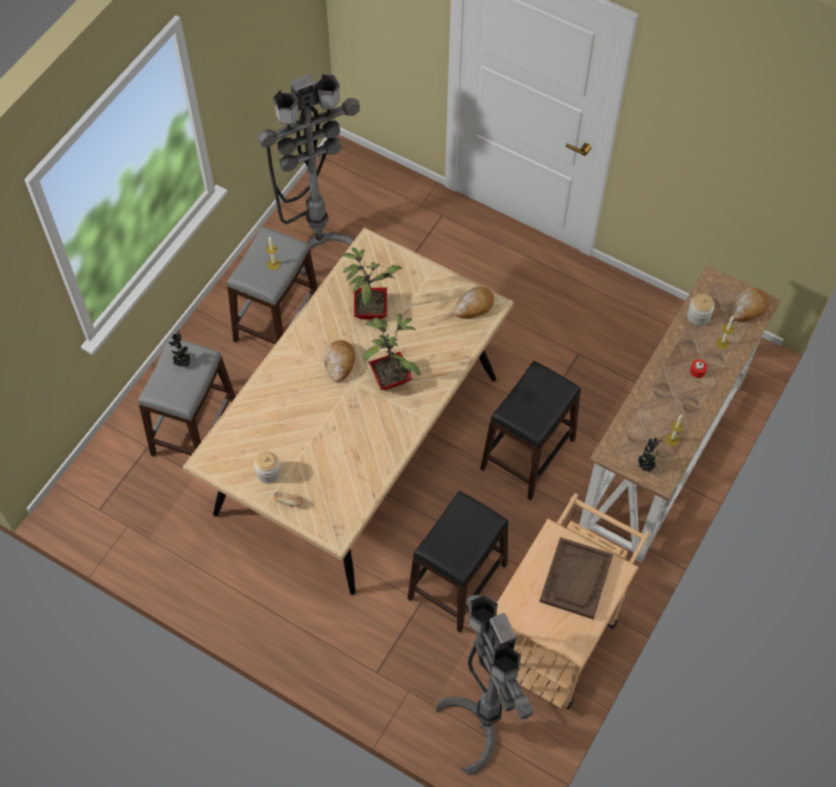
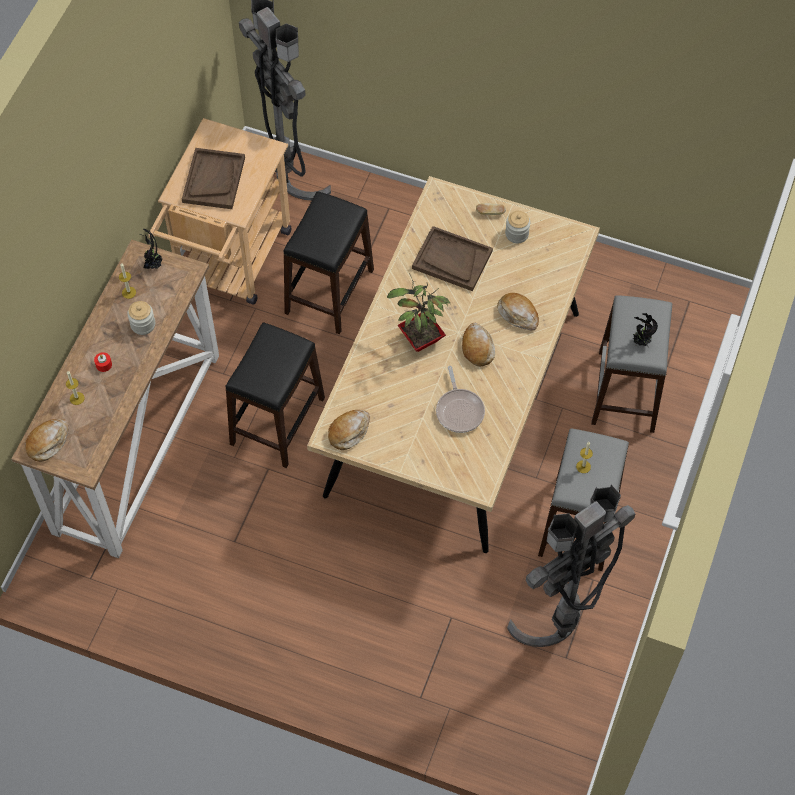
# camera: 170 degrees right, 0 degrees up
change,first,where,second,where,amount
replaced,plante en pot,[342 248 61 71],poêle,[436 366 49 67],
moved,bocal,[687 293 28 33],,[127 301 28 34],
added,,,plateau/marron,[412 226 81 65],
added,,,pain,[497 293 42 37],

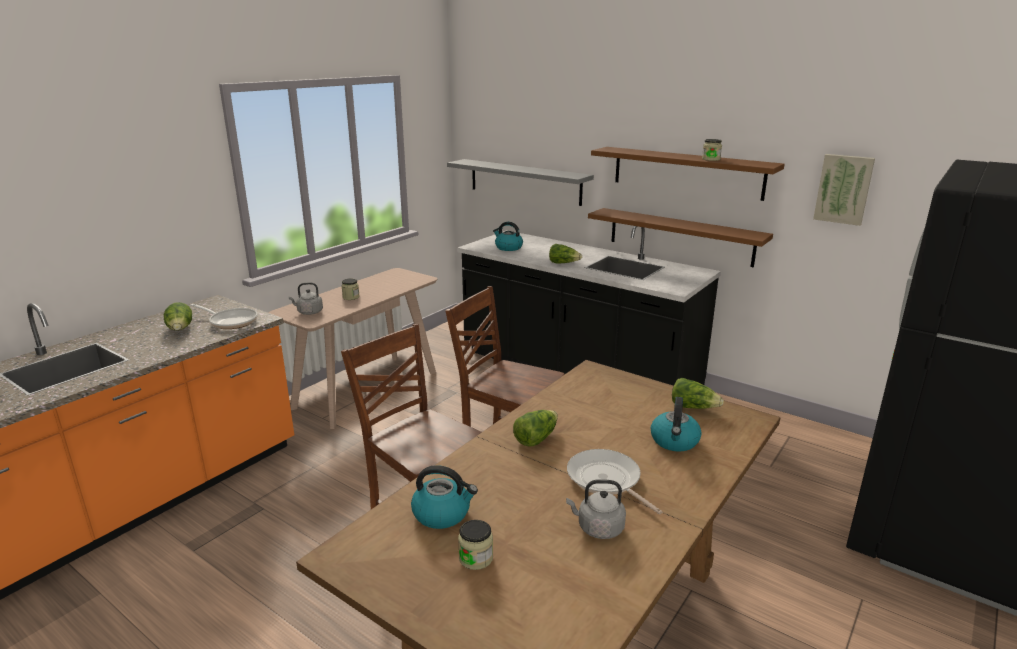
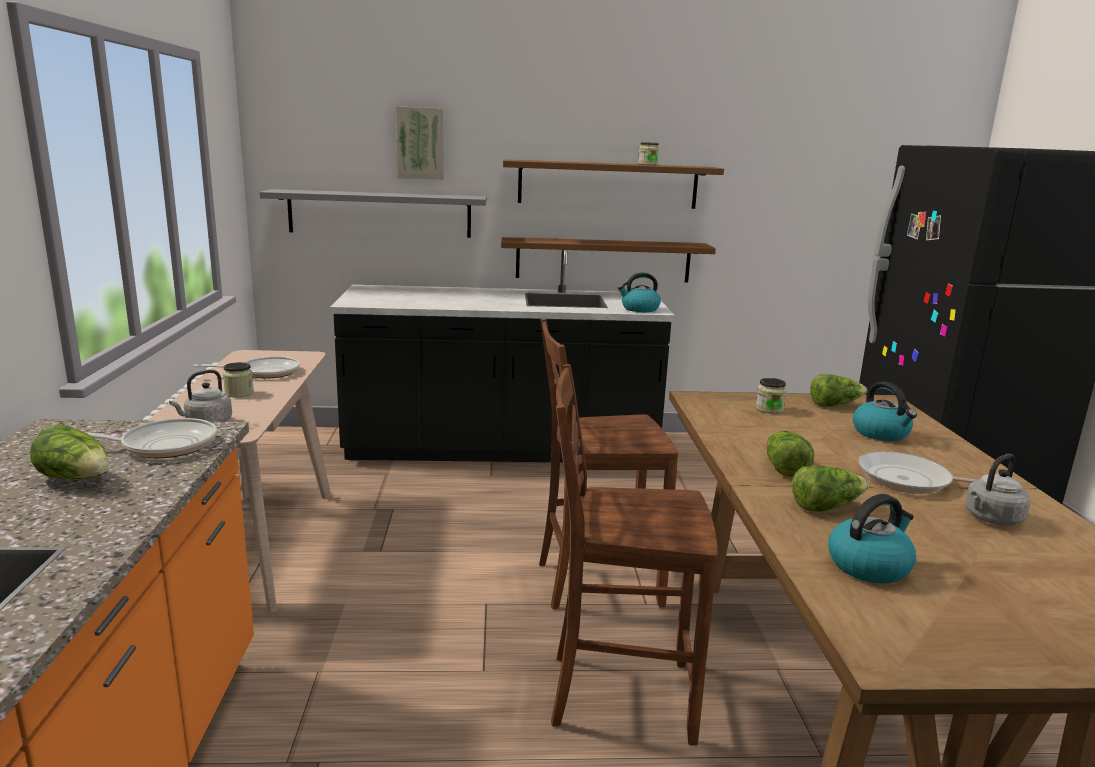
# camera: 40 degrees left, 5 degrees down
change,first,where,second,where,amount
moved,tableau,[813 154 62 72],,[396 106 48 74],
moved,bouilloire,[493 222 30 29],,[618 272 43 40],
moved,laitue,[549 244 33 20],,[792 466 77 45],
moved,bocal,[458 520 35 50],,[755 378 32 36],
added,,,poêle,[194 356 106 23],

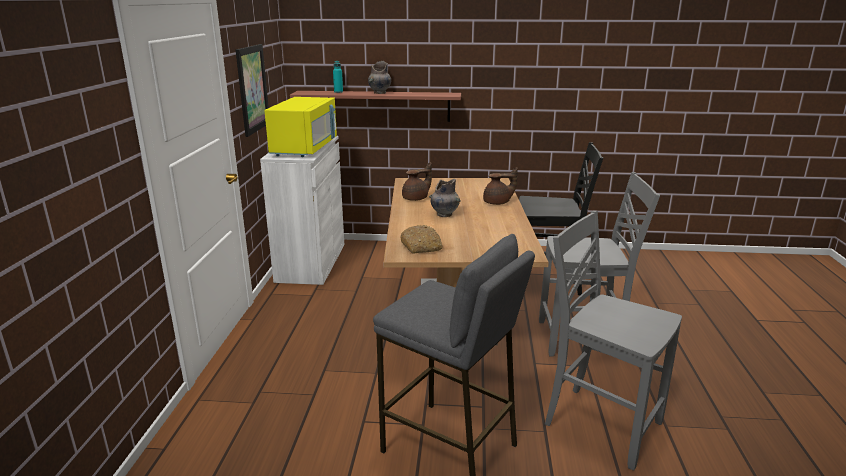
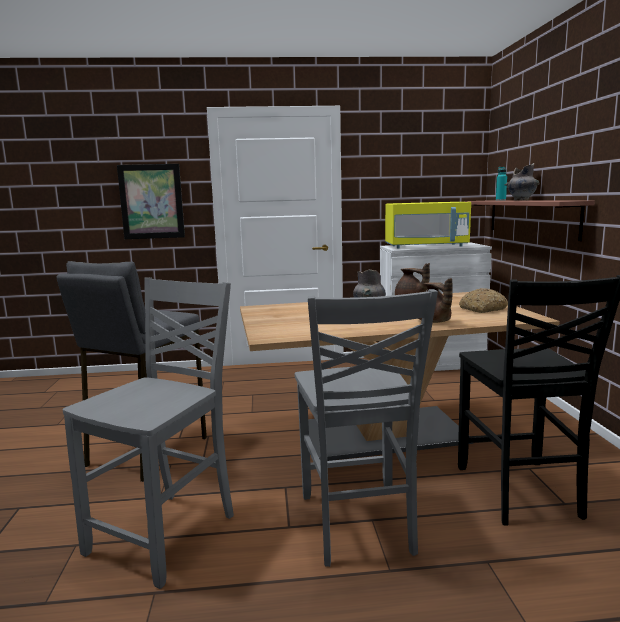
# camera: 80 degrees right, 10 degrees down
change,first,where,second,where,amount
moved,tableau,[236 44 33 93],,[117 164 68 75],
moved,pain,[400 225 42 28],,[459 288 49 25],

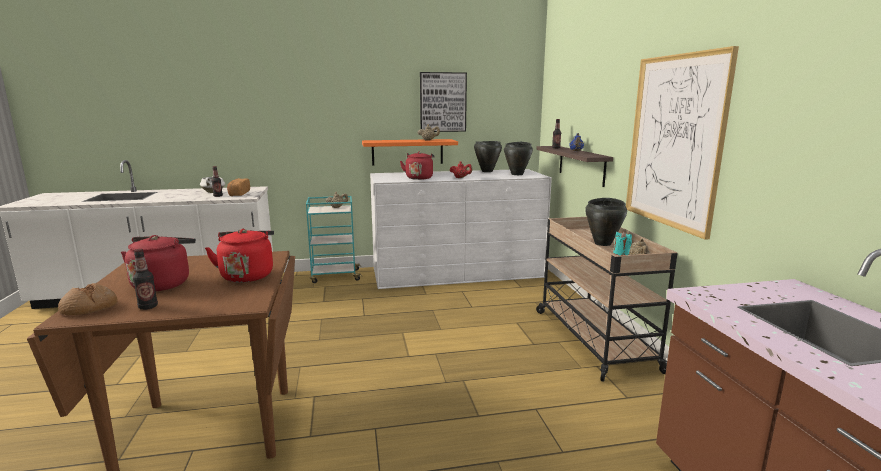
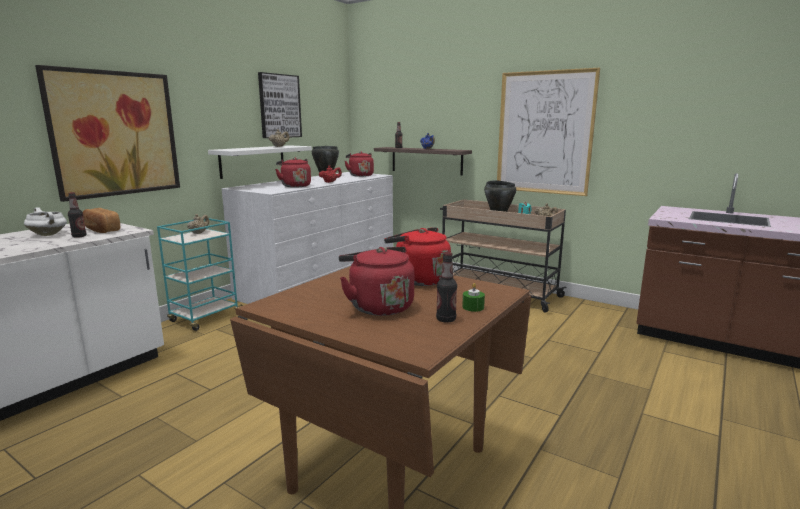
# camera: 45 degrees left, 0 degrees up
change,first,where,second,where,amount
recoloured,étagère/orange,[362 139 96 26],étagère/blanc,[208 145 104 34],
replaced,marmite/noir,[504 142 29 33],bouilloire/rouge,[345 152 29 25],
removed,pain,[58 283 59 32],,,
added,,,tableau,[35 65 145 137],
added,,,bougie/vert,[462 283 23 29],

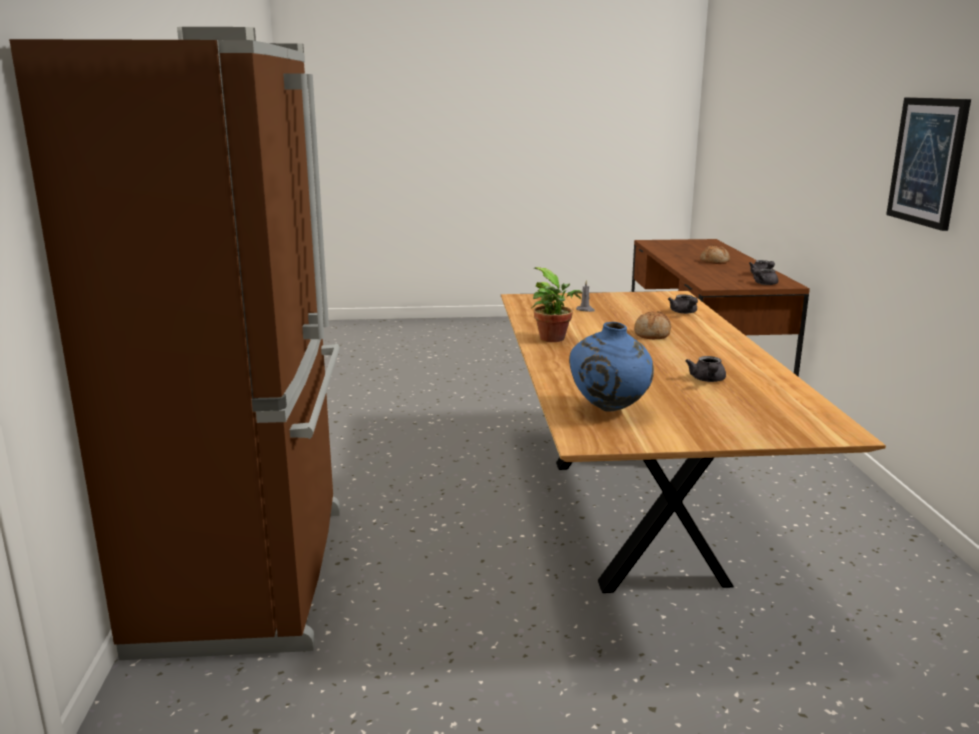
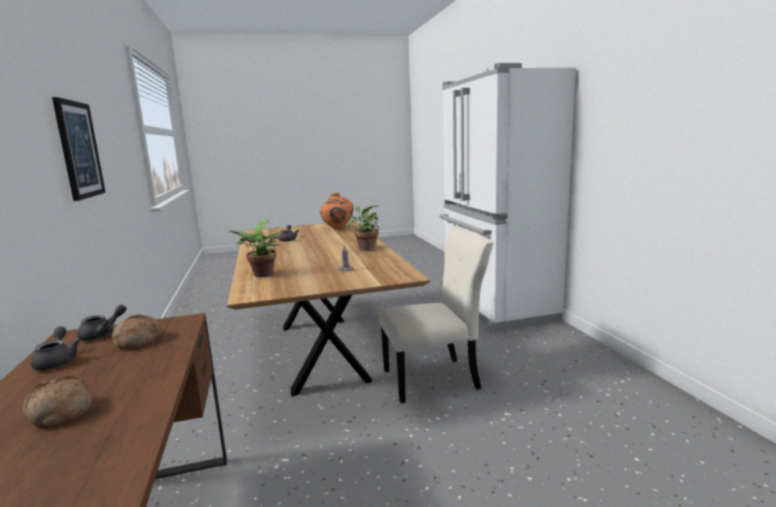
# camera: 170 degrees right, 5 degrees down
change,first,where,second,where,amount
recoloured,réfrigérateur/marron,[9 27 331 633],réfrigérateur/blanc,[440 63 136 269],
replaced,théière/gris,[668 294 30 20],plante en pot,[229 220 51 57],
moved,pain,[634 311 37 28],,[112 315 50 34],
recoloured,vase/bleu,[569 322 85 90],vase/orange,[320 193 33 36],
added,,,chaise/beige,[379 226 115 177],

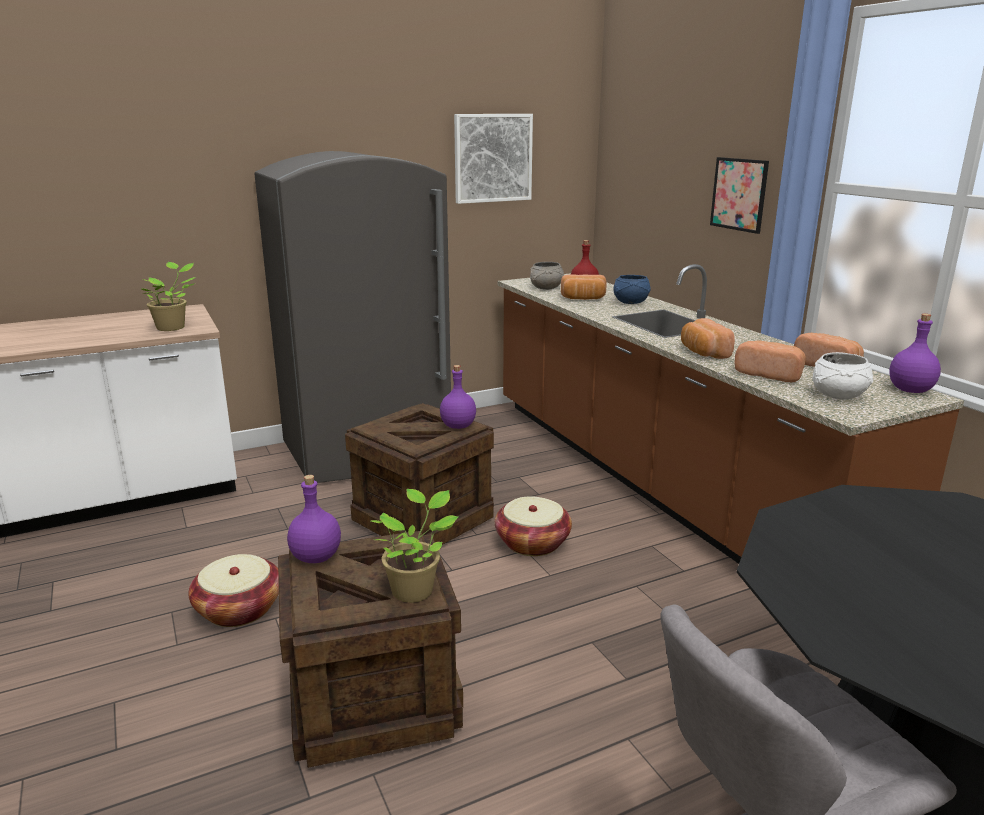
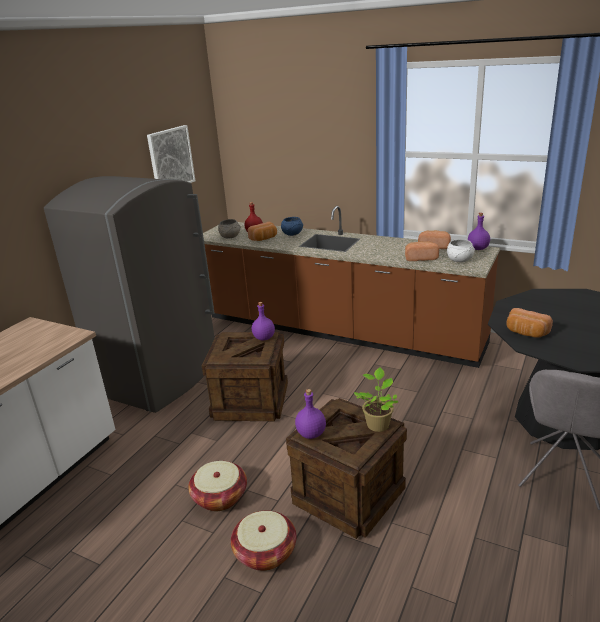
# camera: 35 degrees left, 5 degrees up
change,first,where,second,where,amount
removed,tableau,[710 157 59 77],,,
removed,plante en pot,[141 262 55 69],,,
moved,pain,[681 318 54 41],,[506 308 47 30],
moved,panier,[495 497 77 59],,[231 510 66 61],

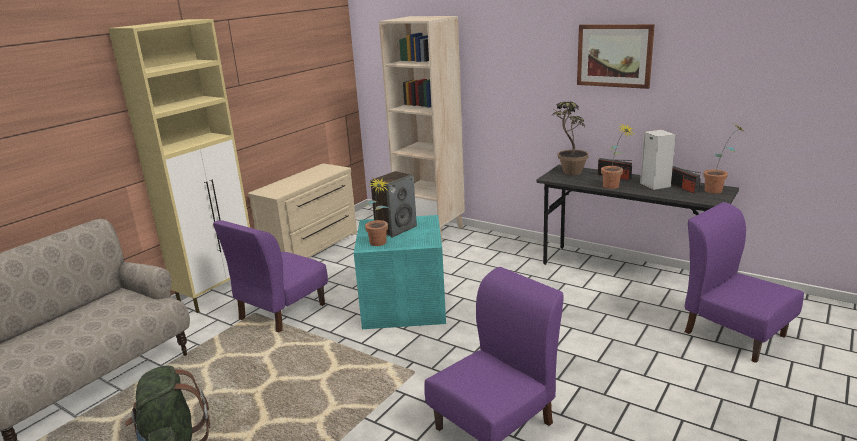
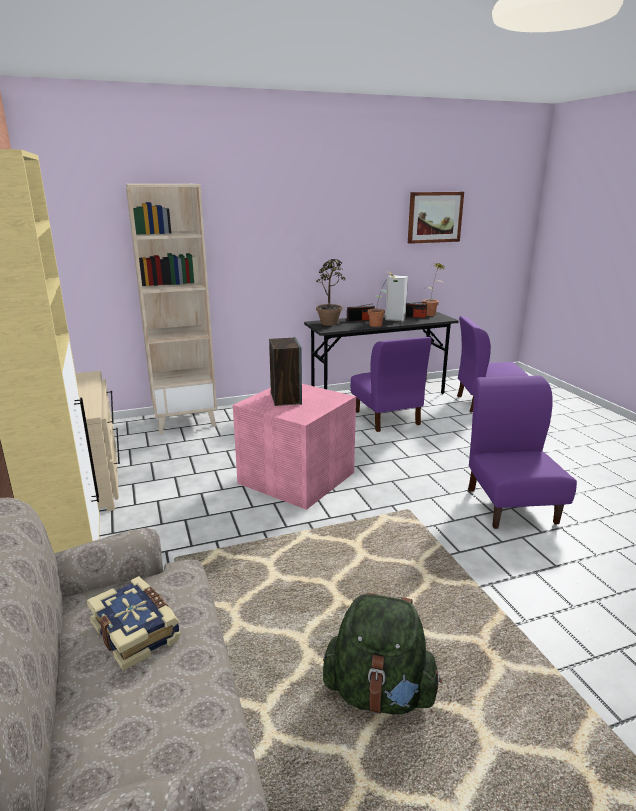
# camera: 55 degrees left, 0 degrees up
change,first,where,second,where,amount
moved,tableau,[577 24 78 65],,[408 192 56 52],
removed,plante en pot,[365 178 24 68],,,
recoloured,boîte de rangement/turquoise,[354 215 92 114],boîte de rangement/rose,[233 384 123 126],
moved,chaise/violet,[213 220 115 113],,[350 337 81 95],
added,,,livre,[87 576 94 95],

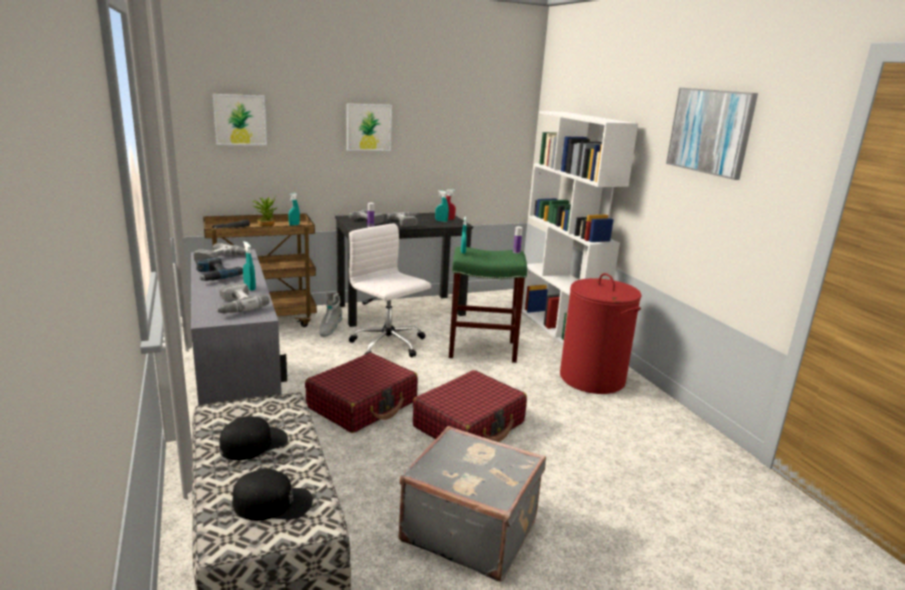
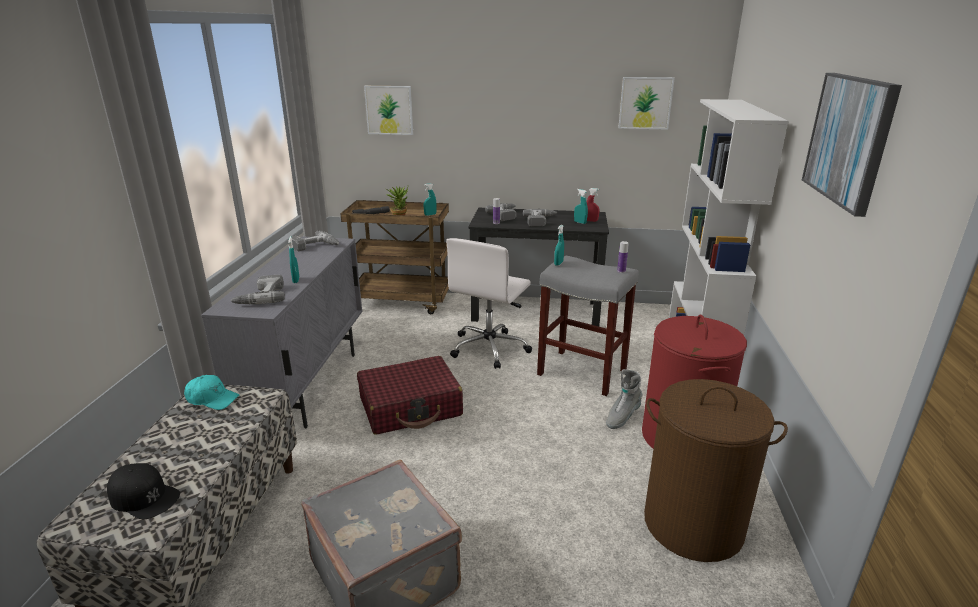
# camera: 30 degrees right, 5 degrees up
change,first,where,second,where,amount
moved,tableau,[347 103 45 48],,[618 77 57 53],
turned,chaise de bureau/blanc,[349 223 82 134],,[446 238 86 131],135 degrees counterclockwise
recoloured,tabouret/vert,[449 247 78 116],tabouret/gris,[537 256 102 140],
removed,perceuse,[196 257 47 24],,,
moved,botte/gris,[319 291 24 46],,[606 369 37 60],
removed,valise/rouge,[413 370 114 72],,,
removed,casquette/noir,[219 416 69 44],,,
added,,,casquette/turquoise,[184 375 55 35],
added,,,panier à linge/marron,[644 379 144 183],

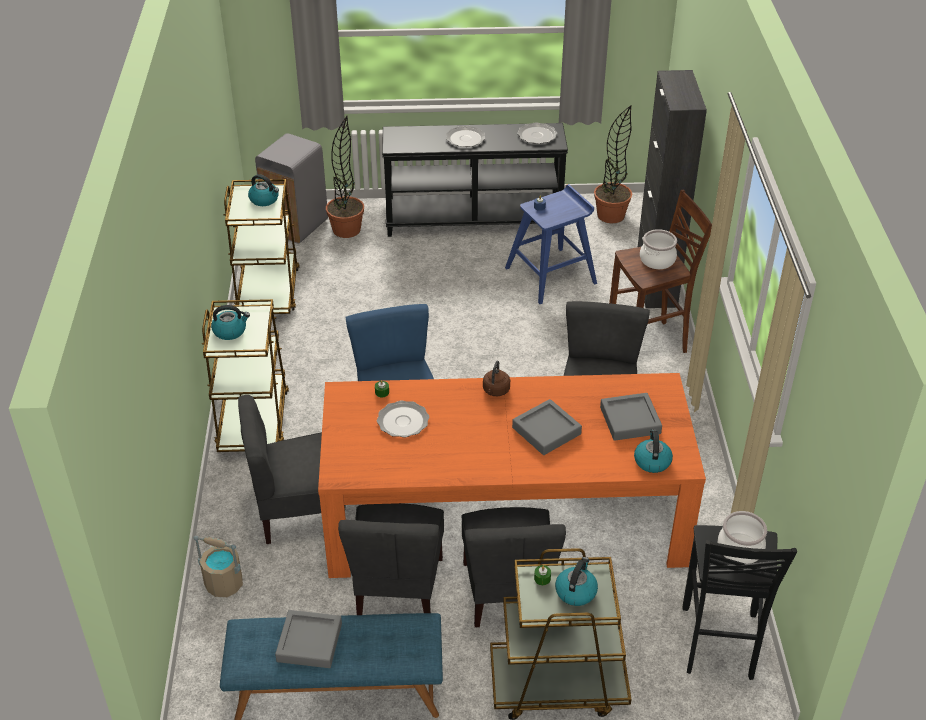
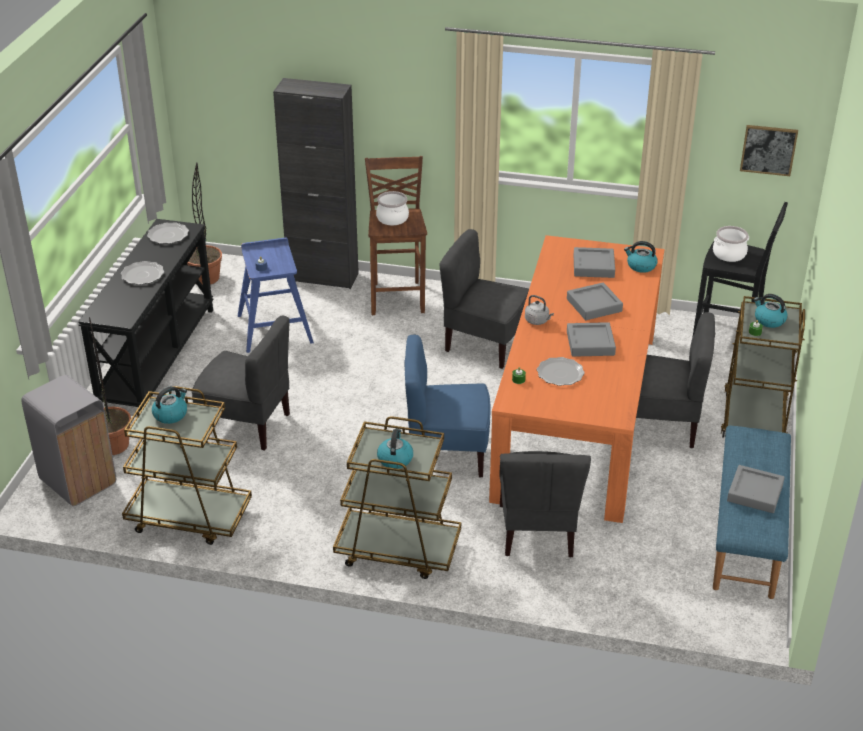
# camera: 75 degrees left, 5 degrees down
change,first,where,second,where,amount
recoloured,bouilloire/marron,[483 361 27 35],bouilloire/gris,[525 295 29 30],
moved,chaise/gris,[338 503 106 112],,[191 316 99 134],
removed,seau/beige,[194 536 49 61],,,
added,,,tableau,[740 125 58 51],
added,,,plateau/gris,[567 322 49 35],

